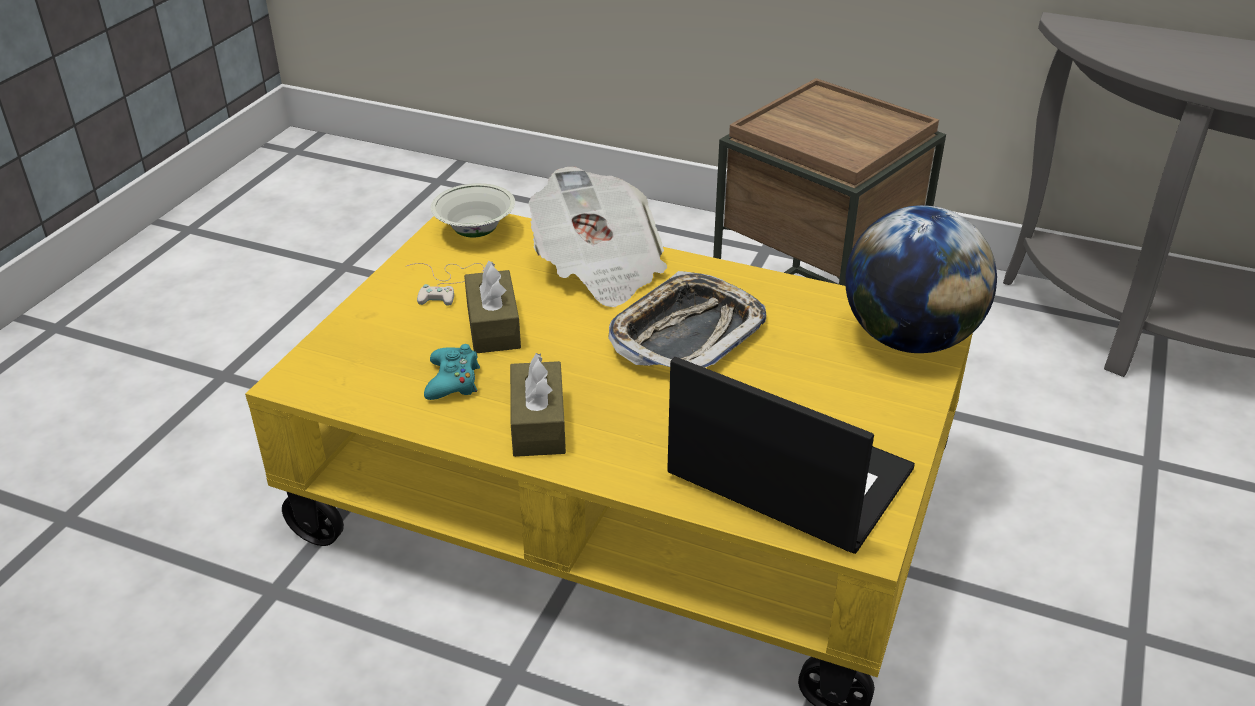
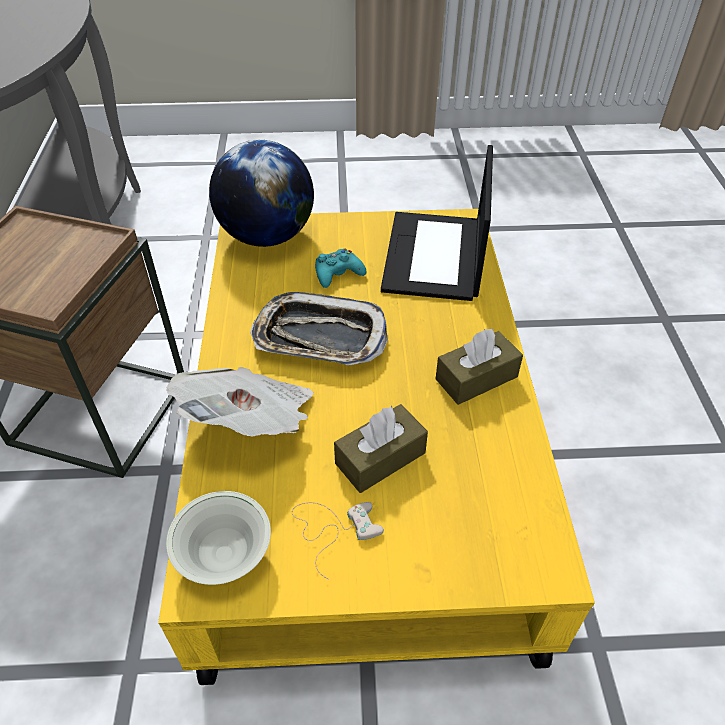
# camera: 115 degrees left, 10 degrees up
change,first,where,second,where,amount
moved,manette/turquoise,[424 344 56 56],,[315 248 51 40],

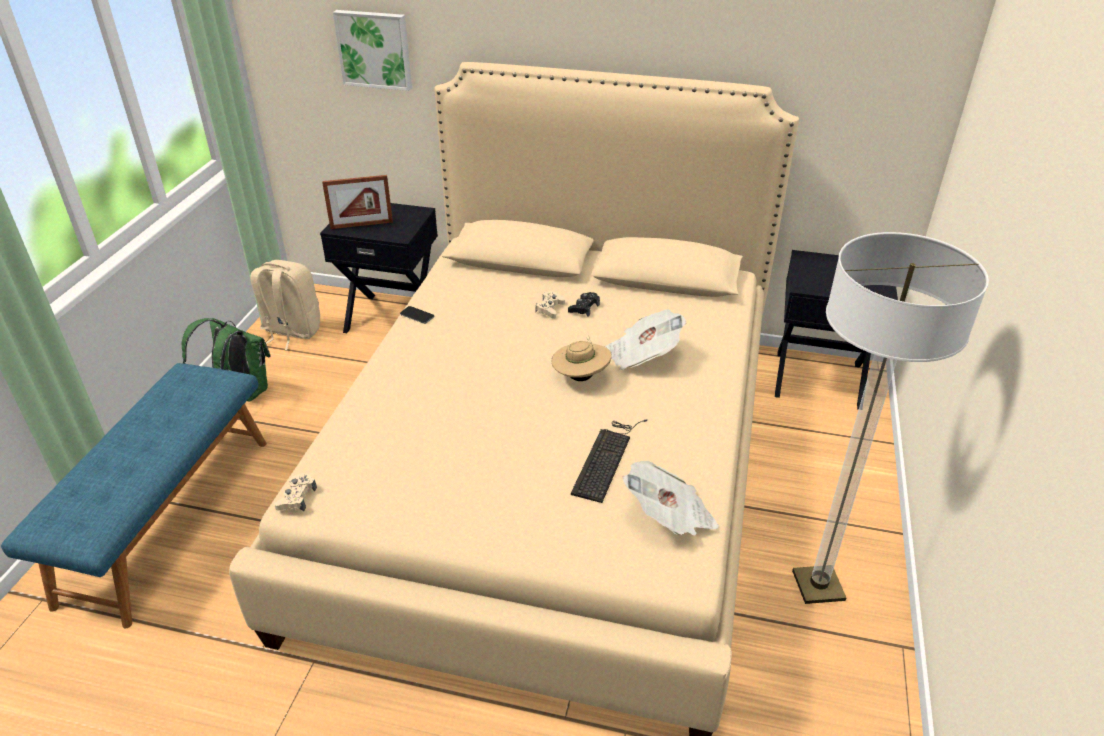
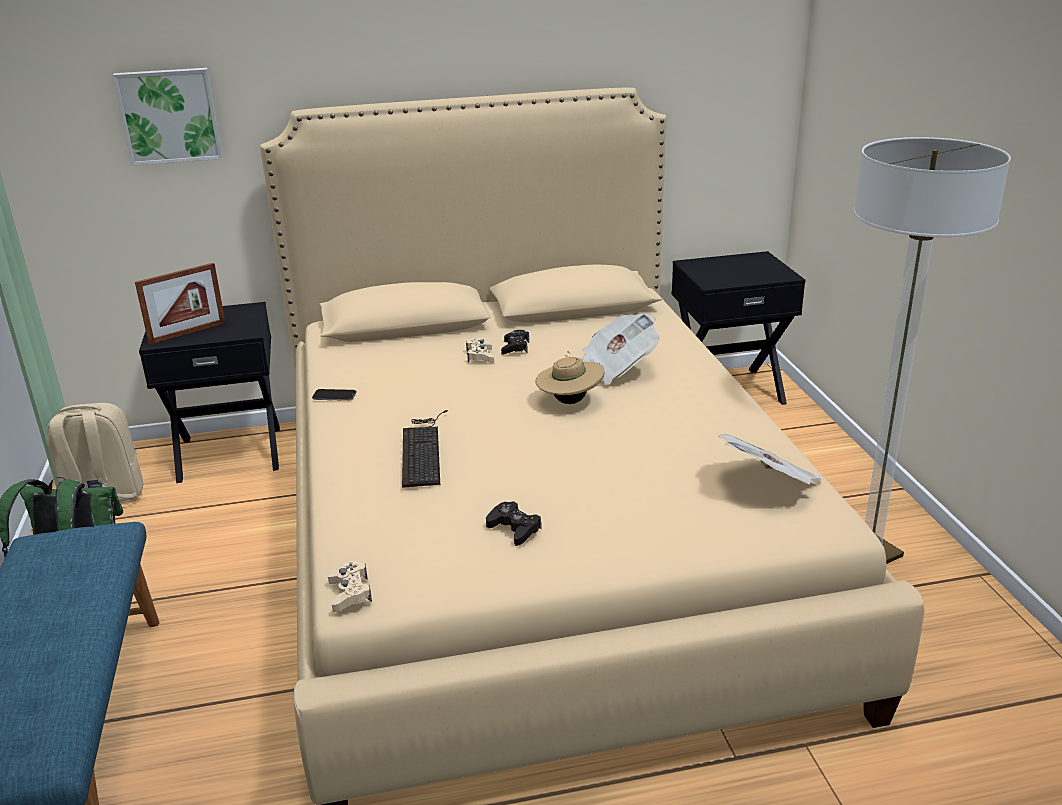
# camera: 25 degrees left, 10 degrees down
change,first,where,second,where,amount
moved,clavier,[571 420 77 83],,[402 410 46 78],
added,,,manette/noir,[486 501 56 45],

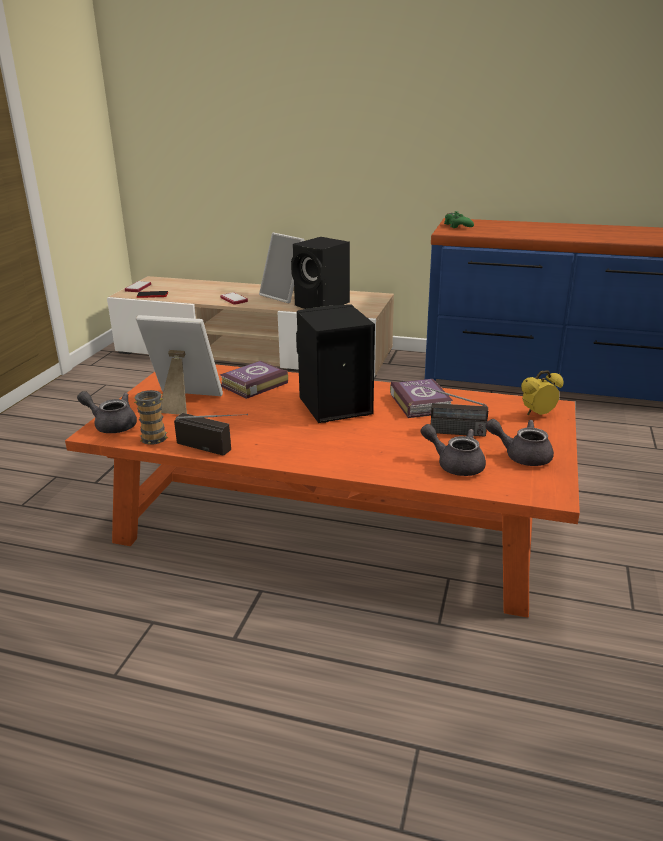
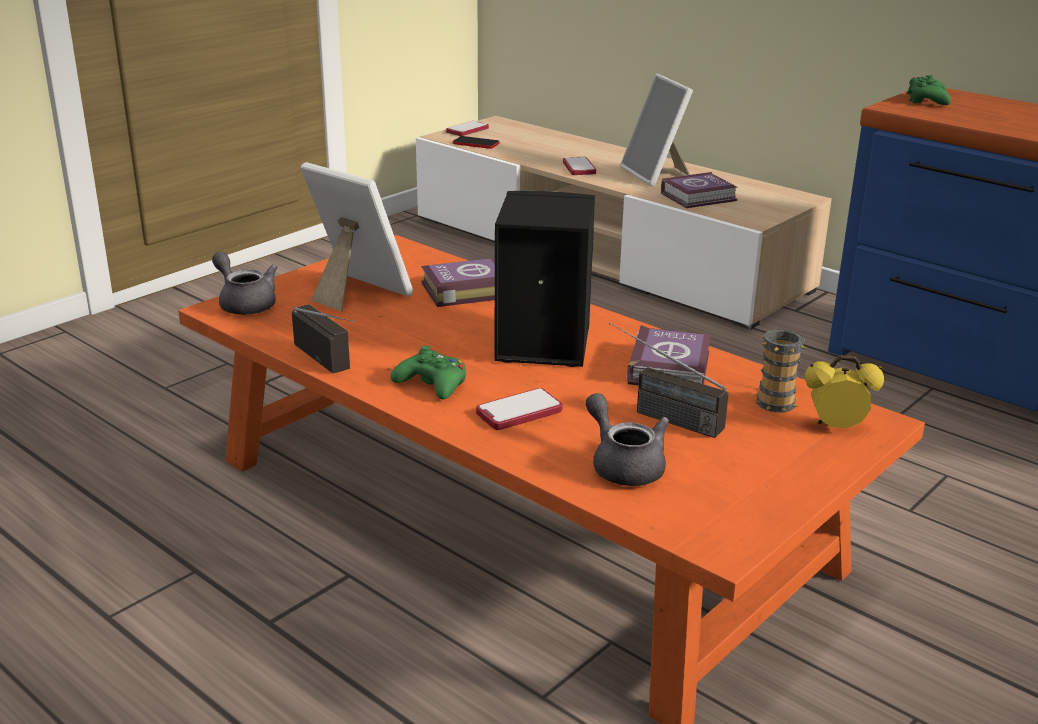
# camera: 25 degrees right, 0 degrees up
change,first,where,second,where,amount
replaced,enceinte/noir,[291 237 59 72],livre,[661 172 77 36],
moved,mug,[134 390 34 55],,[754 329 52 84],
removed,théière/gris,[486 419 68 47],,,
added,,,manette/vert,[391 346 75 54],
added,,,téléphone,[476 388 86 42],

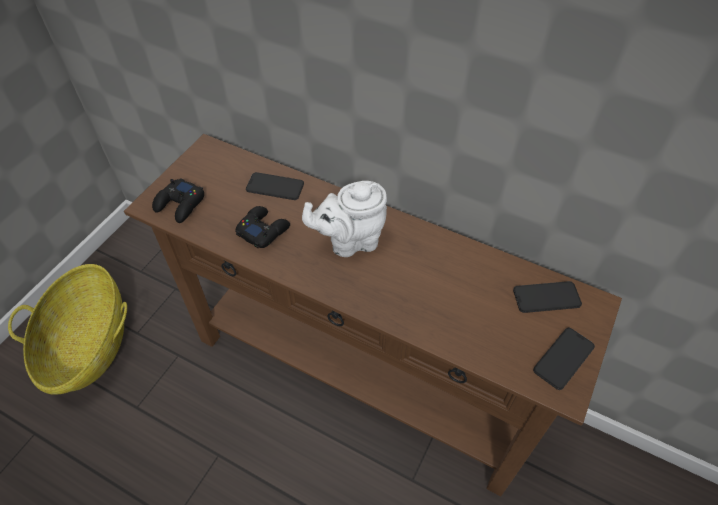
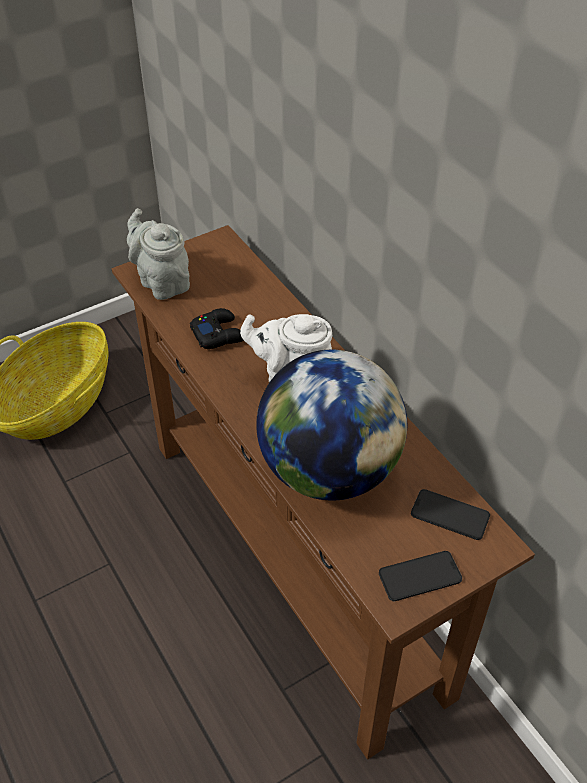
# camera: 30 degrees right, 5 degrees down
change,first,where,second,where,amount
removed,téléphone,[246 172 58 28],,,
replaced,manette/noir,[152 178 52 45],théière/gris,[127 208 63 92],
added,,,globe,[256 350 151 150],

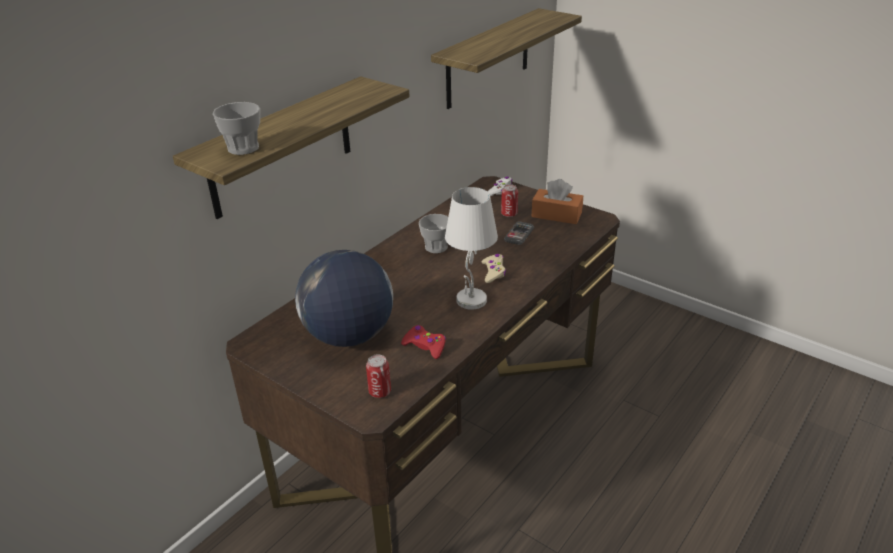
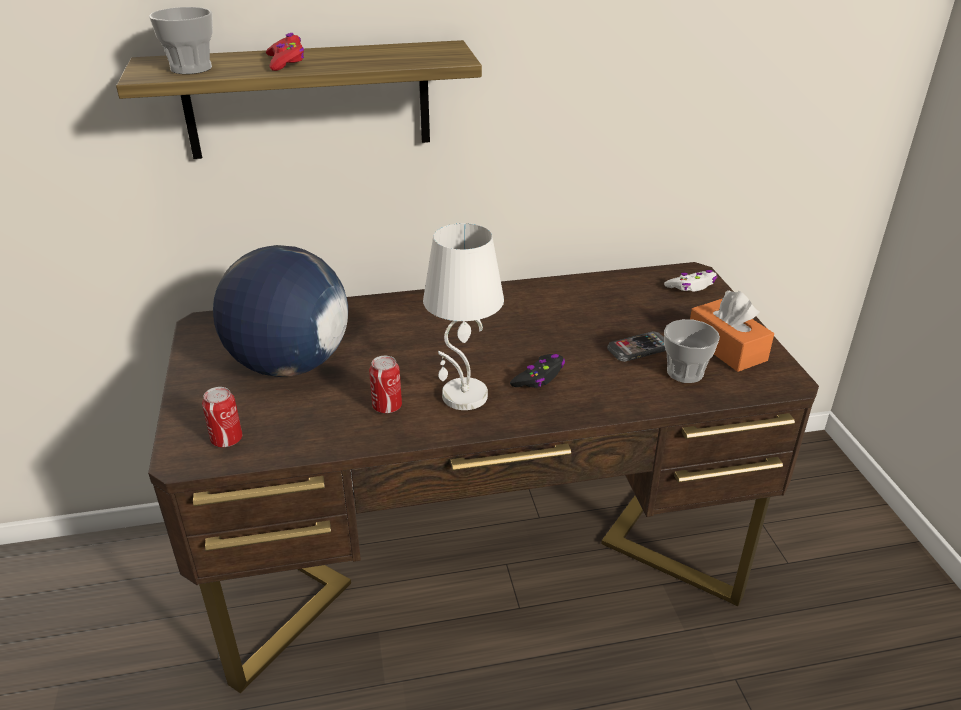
# camera: 40 degrees right, 0 degrees up
change,first,where,second,where,amount
removed,étagère,[431 8 151 101],,,
moved,boîte métallique,[501 184 17 33],,[369 356 33 57],
moved,tasse,[419 214 29 39],,[664 319 56 64],
recoloured,manette/beige,[481 254 25 29],manette/noir,[510 354 55 34],
moved,manette/rouge,[401 325 45 34],,[266 33 38 38],

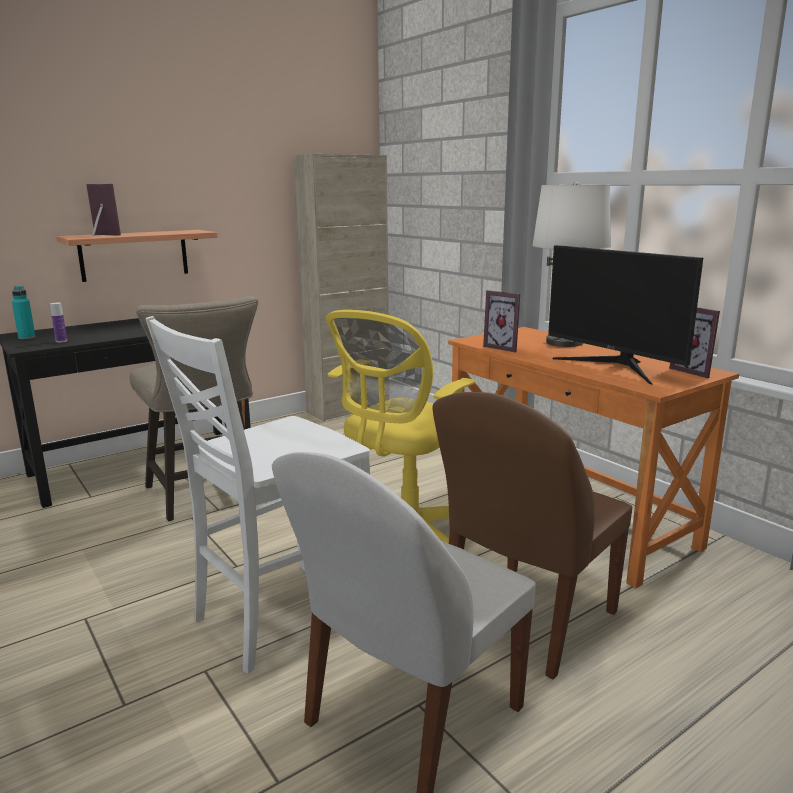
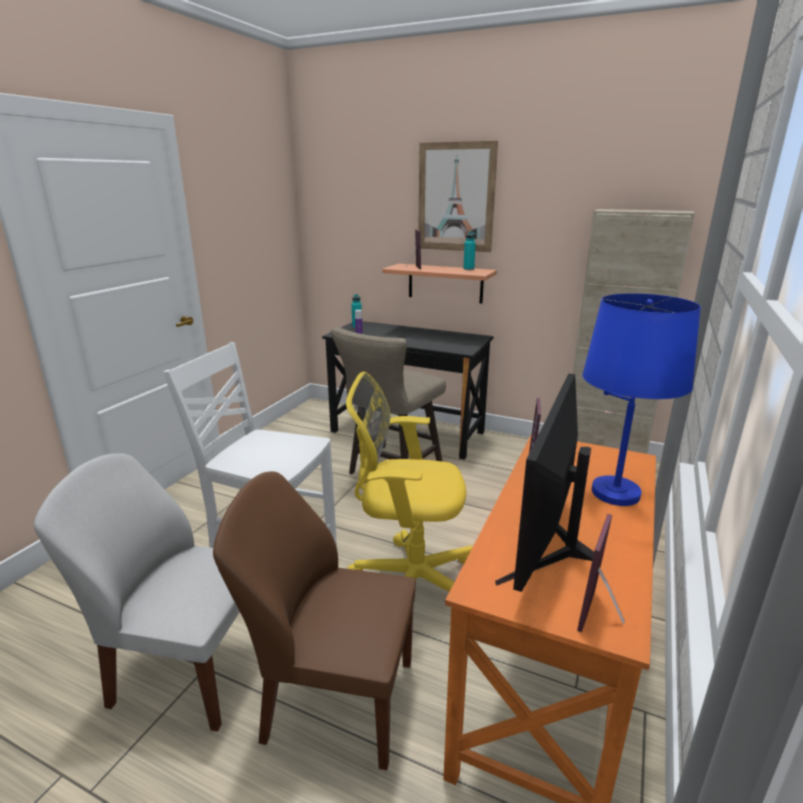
# camera: 60 degrees right, 5 degrees up
change,first,where,second,where,amount
recoloured,lampe de table/blanc,[532 182 79 165],lampe de table/bleu,[582 293 119 213],
added,,,tableau,[418 141 80 111],
added,,,bouteille/turquoise,[463 232 13 38],

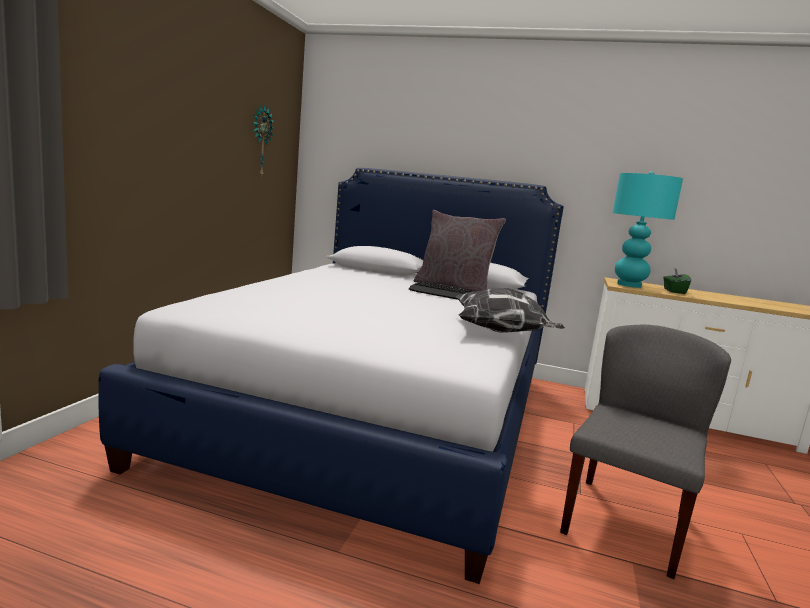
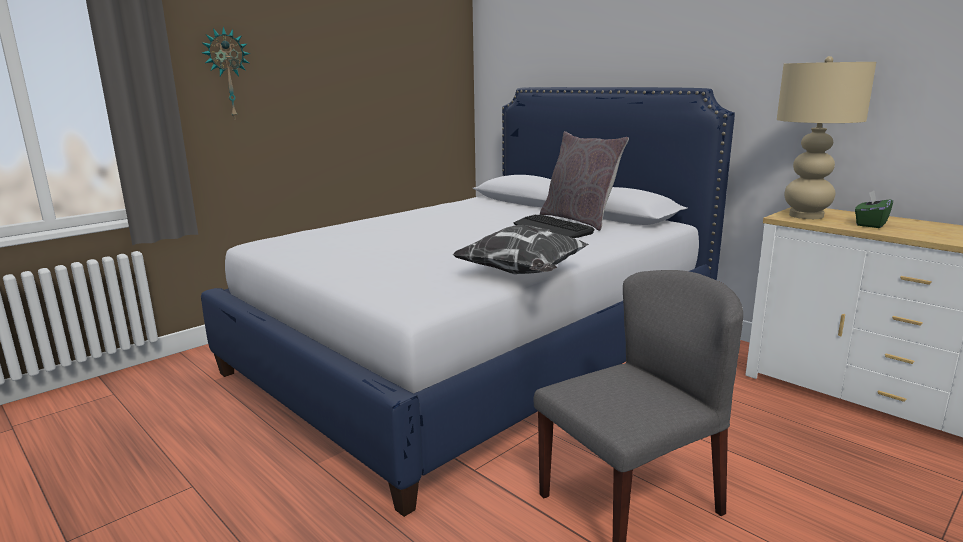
# camera: 30 degrees right, 5 degrees up
change,first,where,second,where,amount
moved,horloge murale,[253 105 21 73],,[201 27 49 91],
recoloured,lampe de table/turquoise,[613 171 70 117],lampe de table/beige,[777 56 99 163],

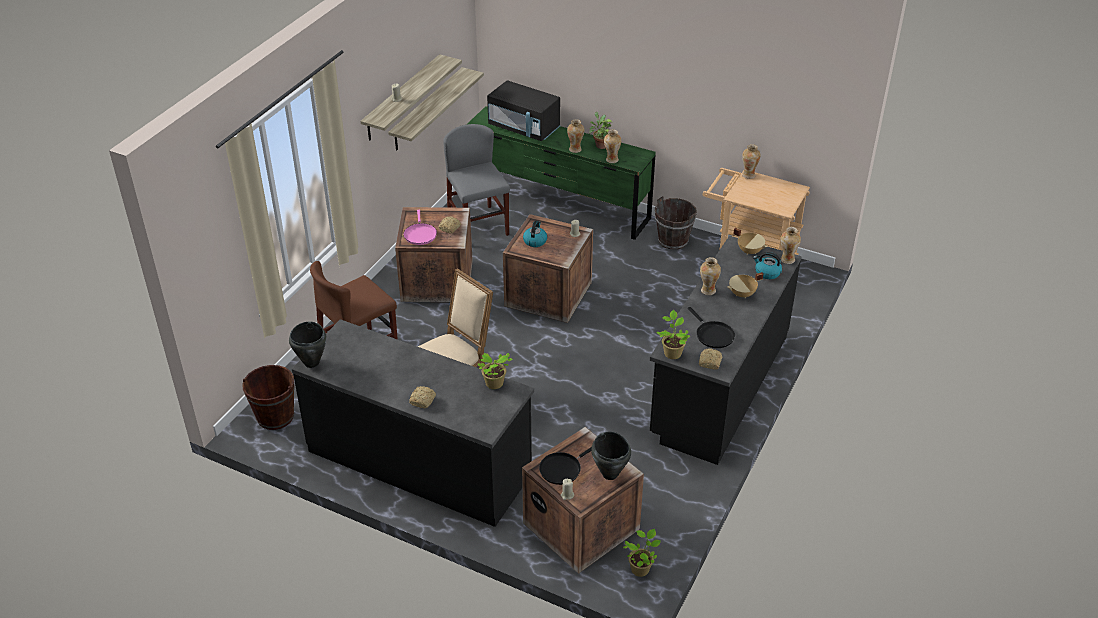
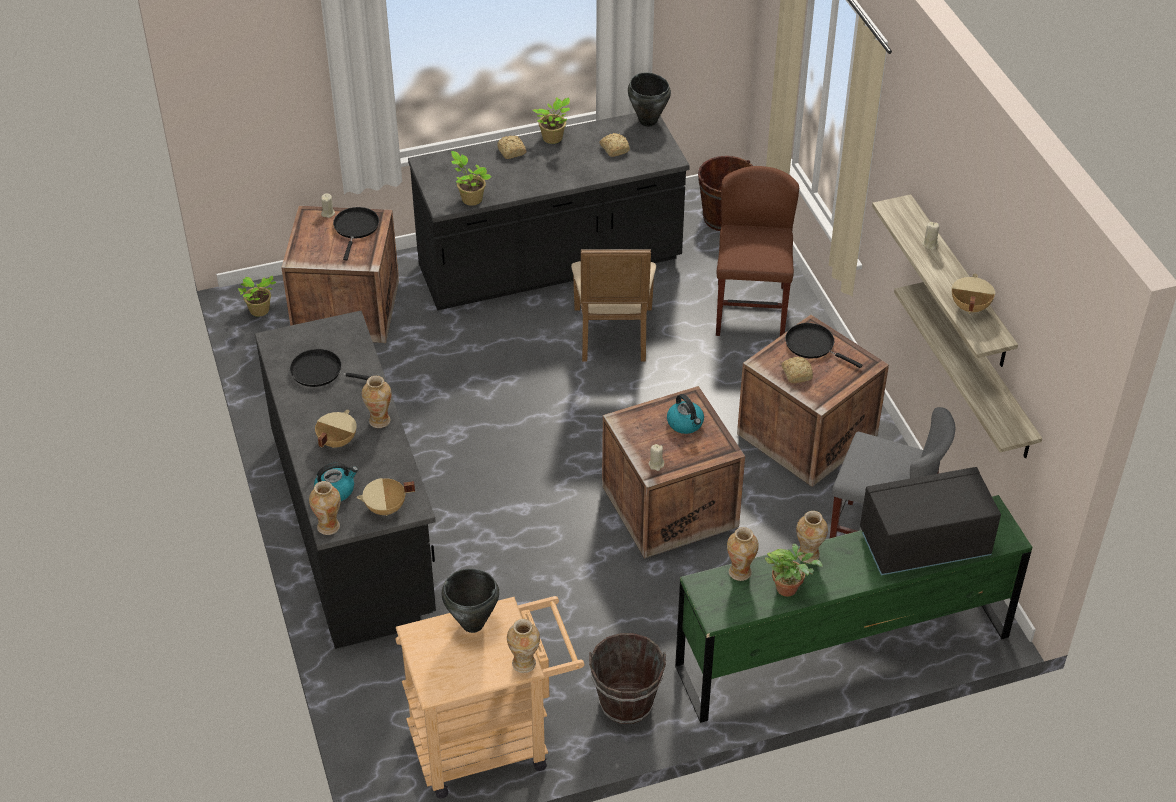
# camera: 135 degrees right, 5 degrees up
change,first,where,second,where,amount
recoloured,poêle/rose,[404 210 33 35],poêle/noir,[785 323 77 45],
moved,plante en pot,[656 310 35 49],,[533 97 37 47],
moved,pain,[699 348 23 22],,[600 133 30 24],
moved,marmite/noir,[591 432 40 48],,[442 569 57 64],
added,,,marmite/beige,[952 273 43 41],

